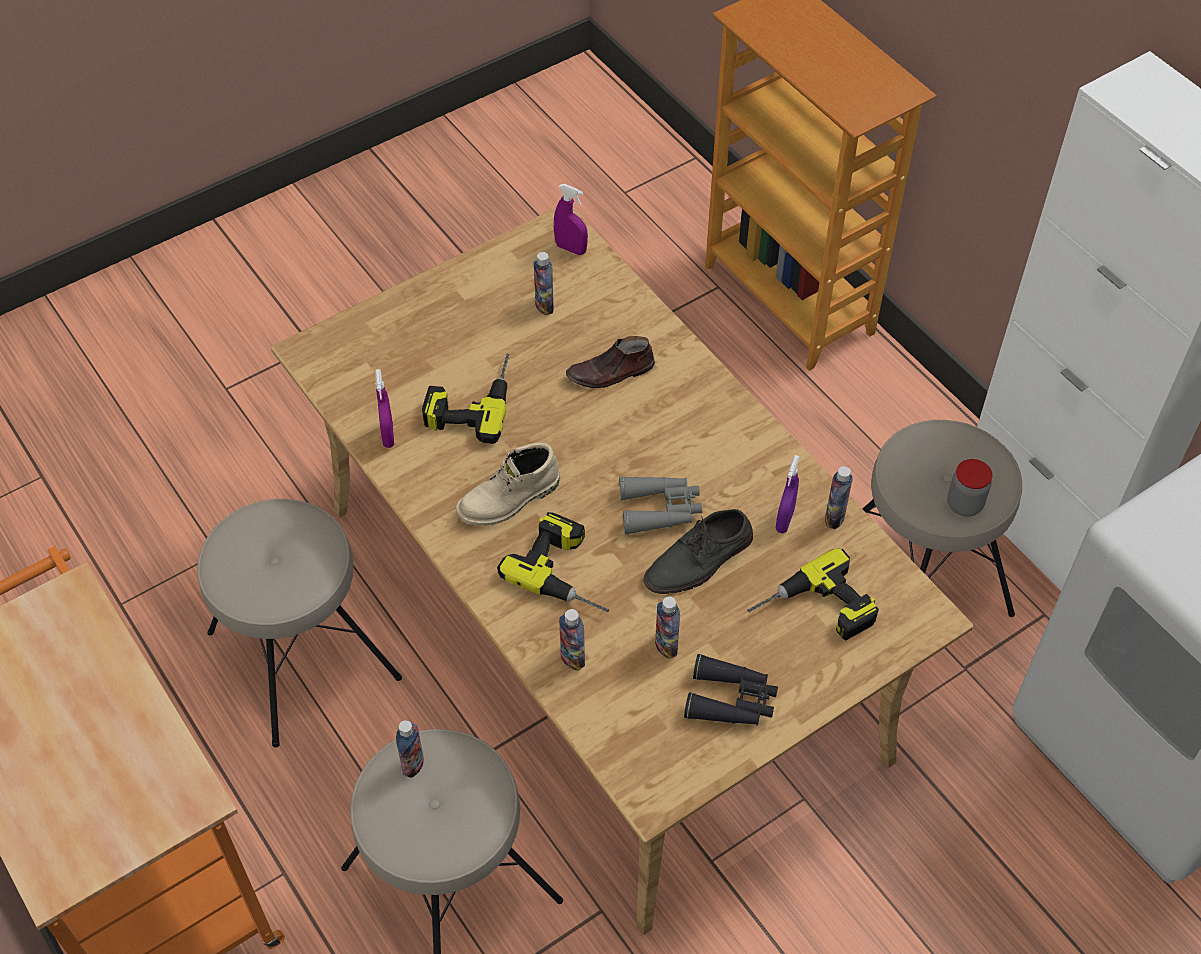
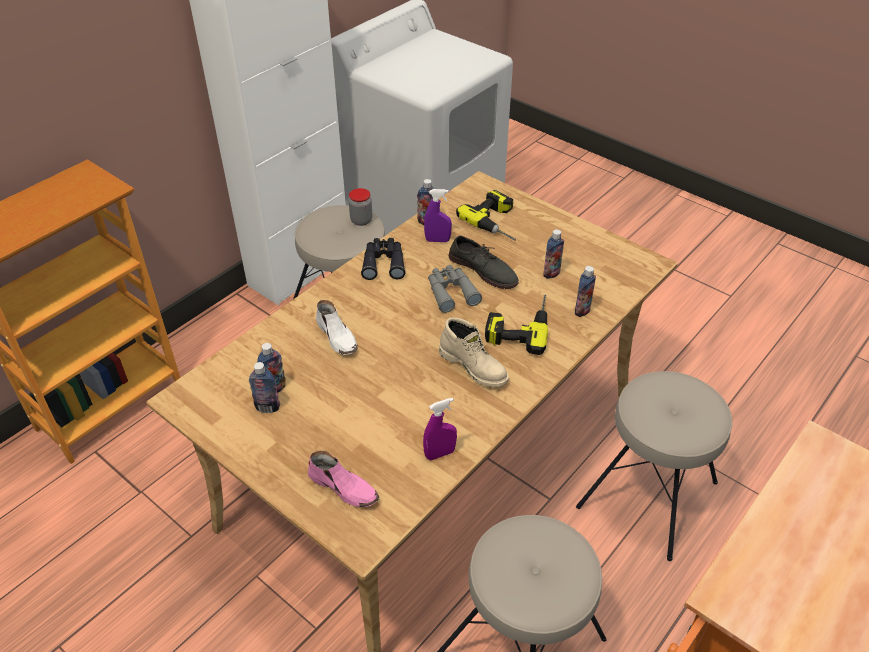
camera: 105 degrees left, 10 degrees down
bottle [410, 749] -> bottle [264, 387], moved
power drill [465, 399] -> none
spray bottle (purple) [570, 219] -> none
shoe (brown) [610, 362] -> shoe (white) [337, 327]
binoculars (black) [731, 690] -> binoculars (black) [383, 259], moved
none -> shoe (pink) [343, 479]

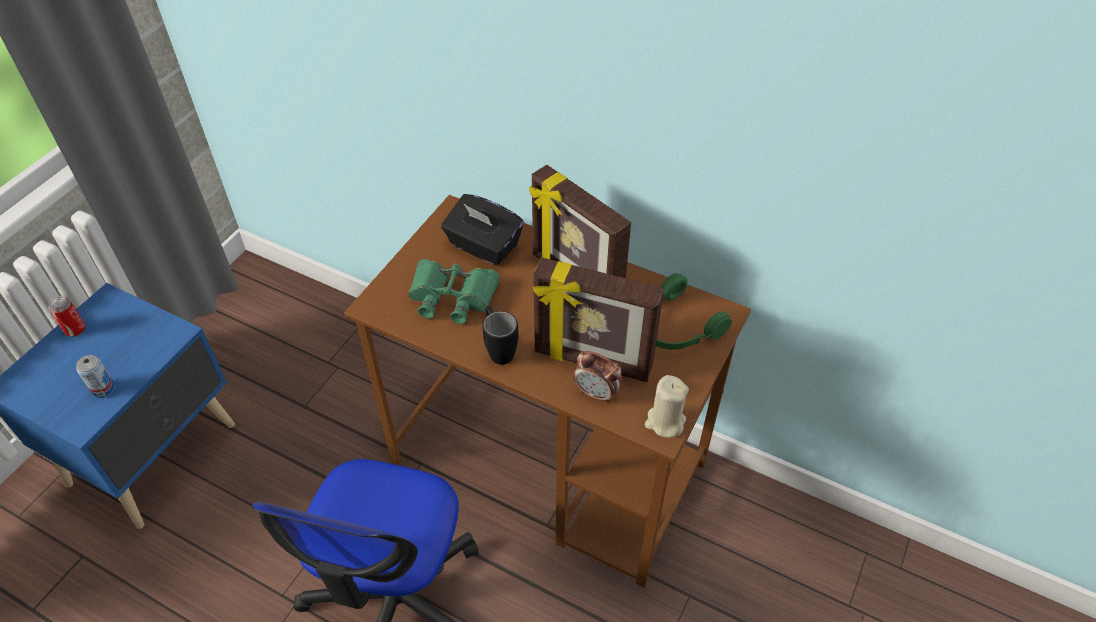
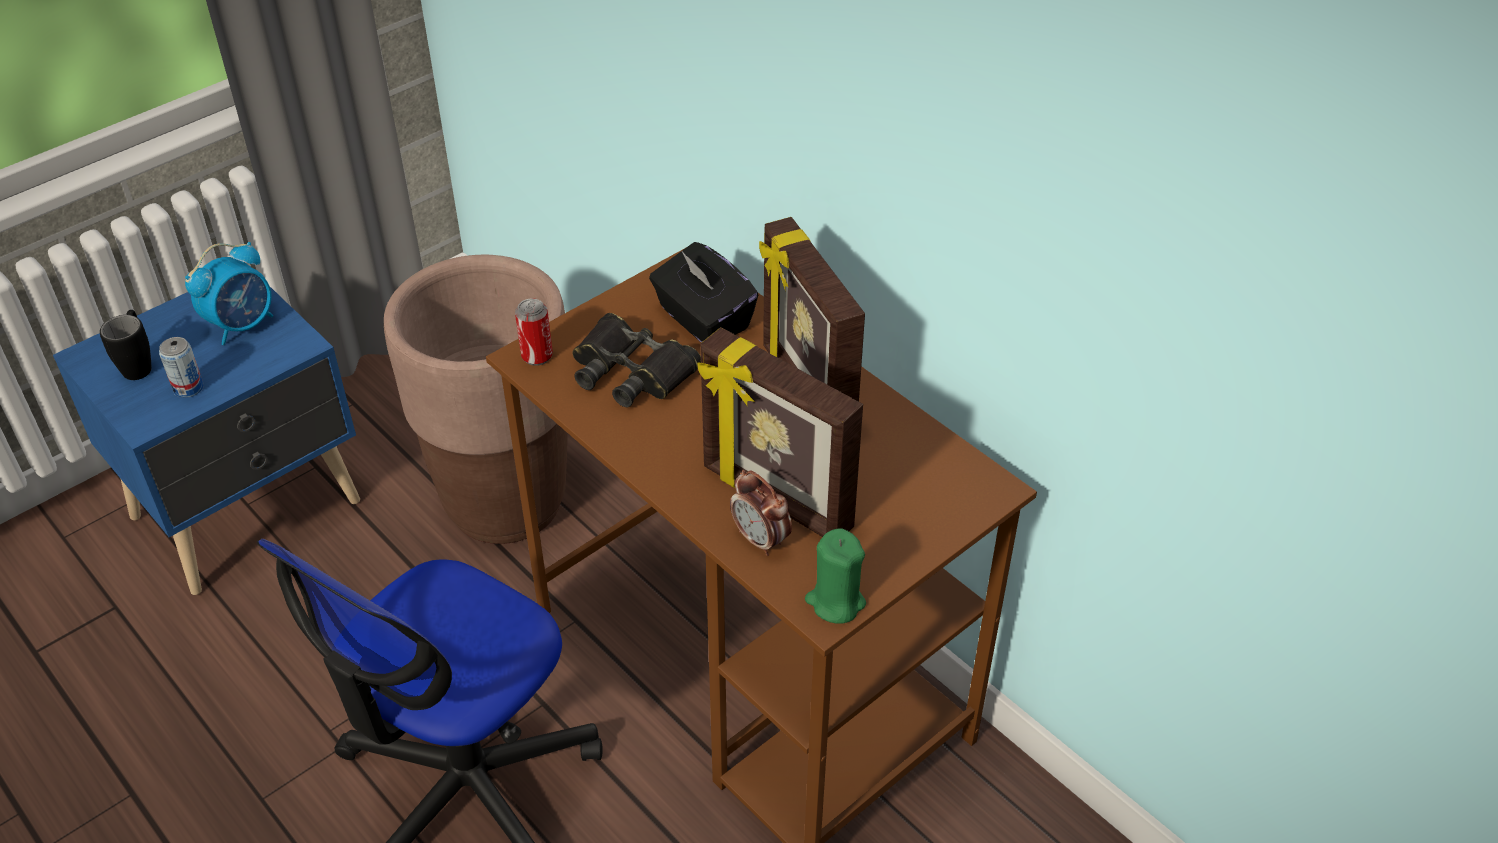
camera: 20 degrees right, 5 degrees down
can [67, 316] -> can [534, 332], moved
binoculars (green) [454, 291] -> binoculars (black) [636, 360]
mug (black) [501, 335] -> mug (black) [126, 345], moved
candle (beige) [667, 406] -> candle (green) [835, 576]
headphones (green) [694, 311] -> none
none -> alarm clock [229, 293]
none -> planter (brown) [476, 399]

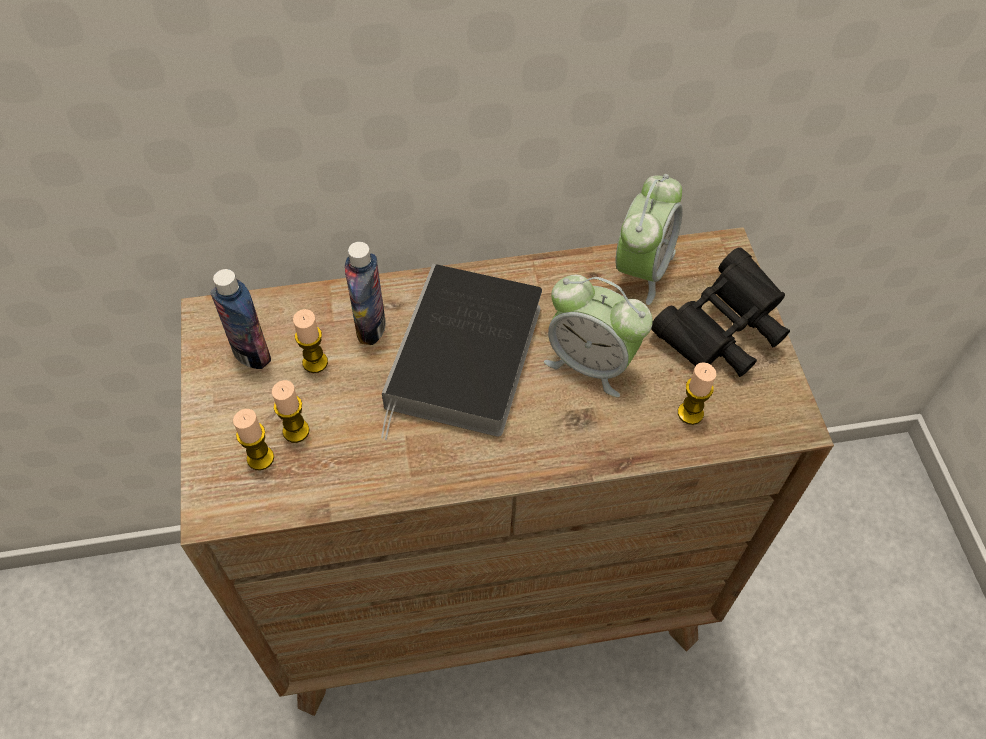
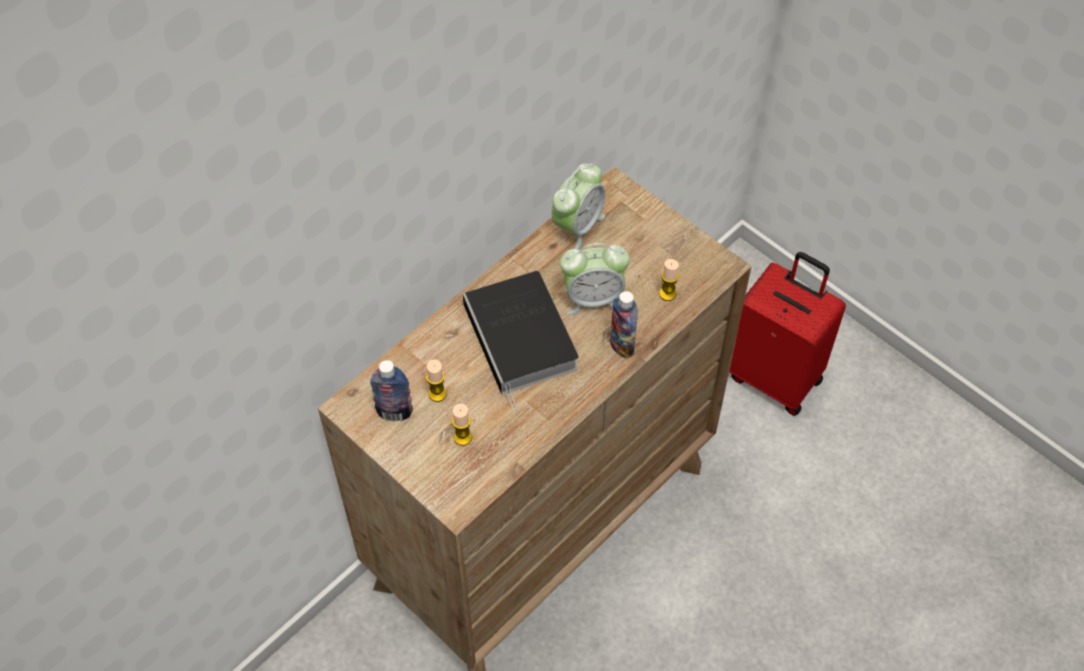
camera: 35 degrees left, 0 degrees up
candle [253, 439] -> none
bottle [365, 293] -> bottle [624, 324], moved
alarm clock [649, 239] -> alarm clock [578, 206], 45 degrees clockwise
binoculars (black) [720, 312] -> none
none -> suitcase (red) [787, 334]

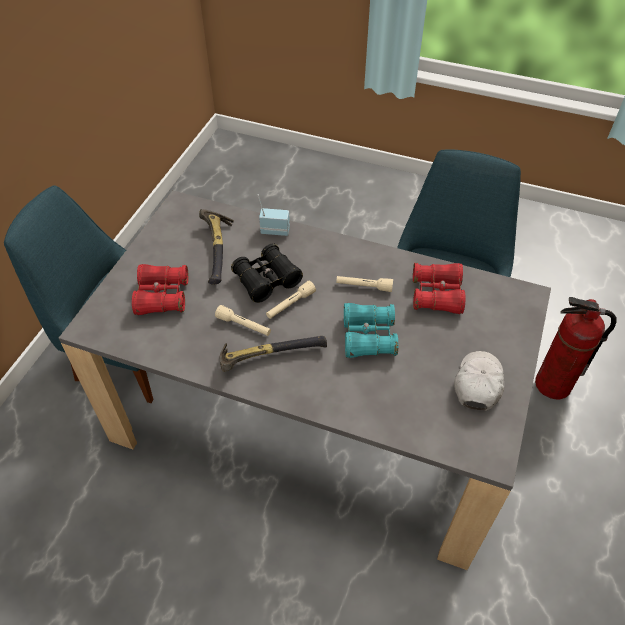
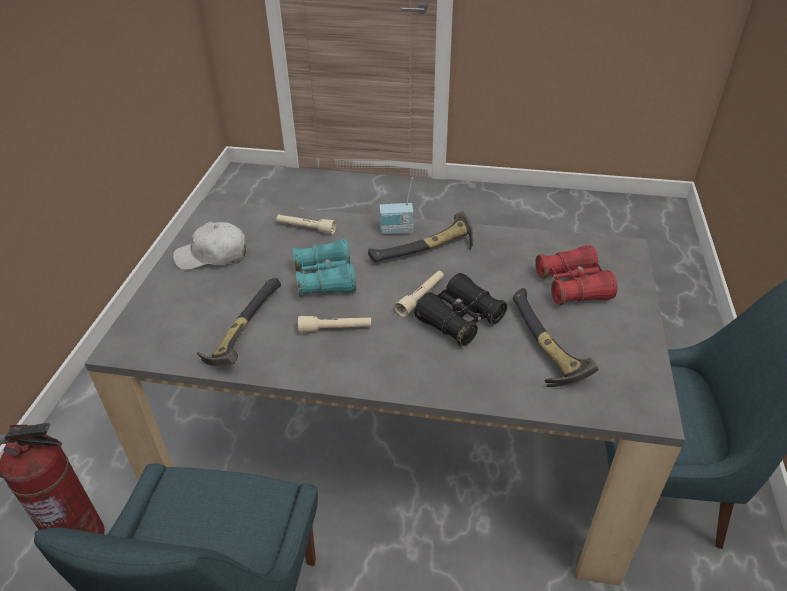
camera: 170 degrees right, 10 degrees down
flashlight (beige) [243, 320] -> flashlight (beige) [306, 225], moved
radio [274, 215] -> radio [396, 206], moved
binoculars (red) [439, 288] -> hammer [239, 322]
cap (white) [479, 381] -> cap (white) [209, 246], 75 degrees clockwise

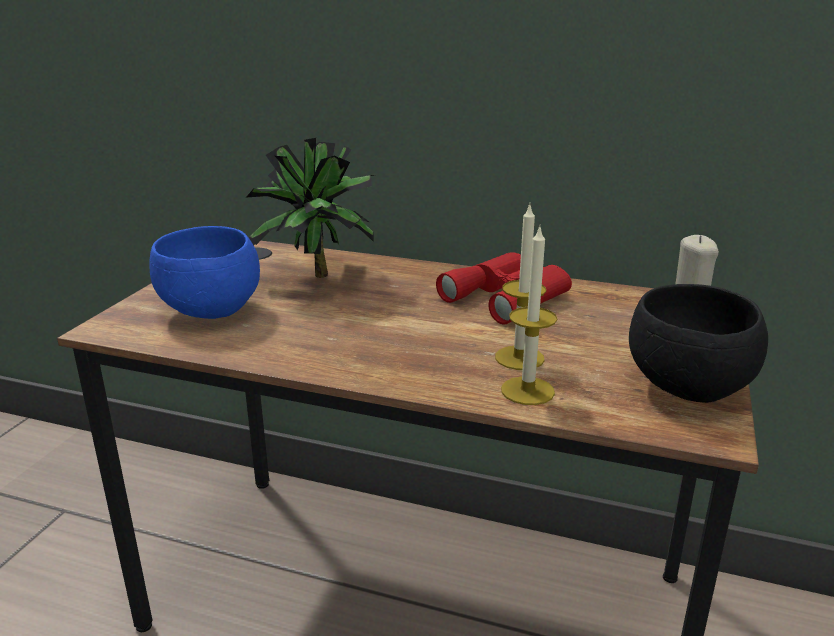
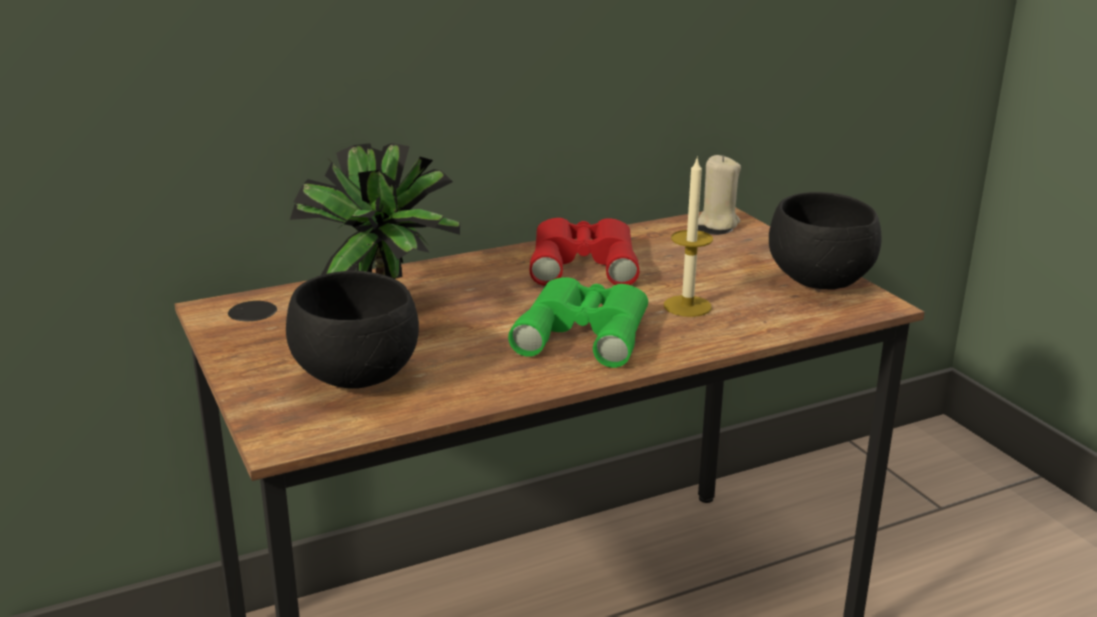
camera: 45 degrees left, 0 degrees up
bowl (blue) [204, 272] -> bowl (black) [352, 330]
candle [529, 315] -> none
none -> binoculars (green) [578, 322]

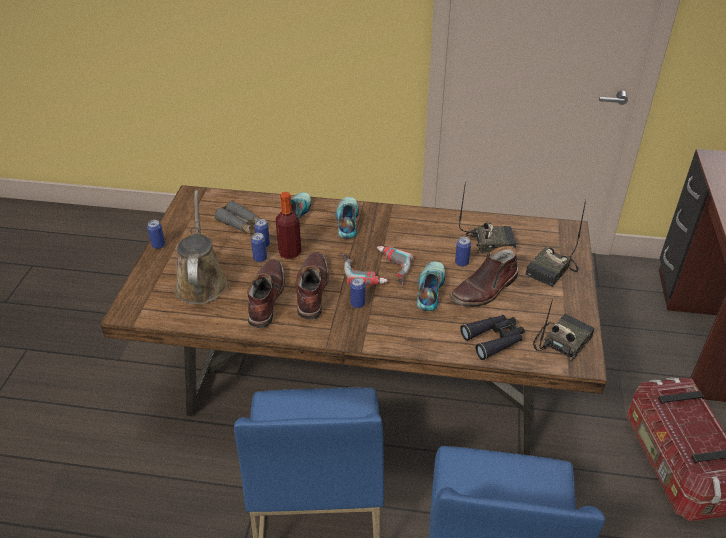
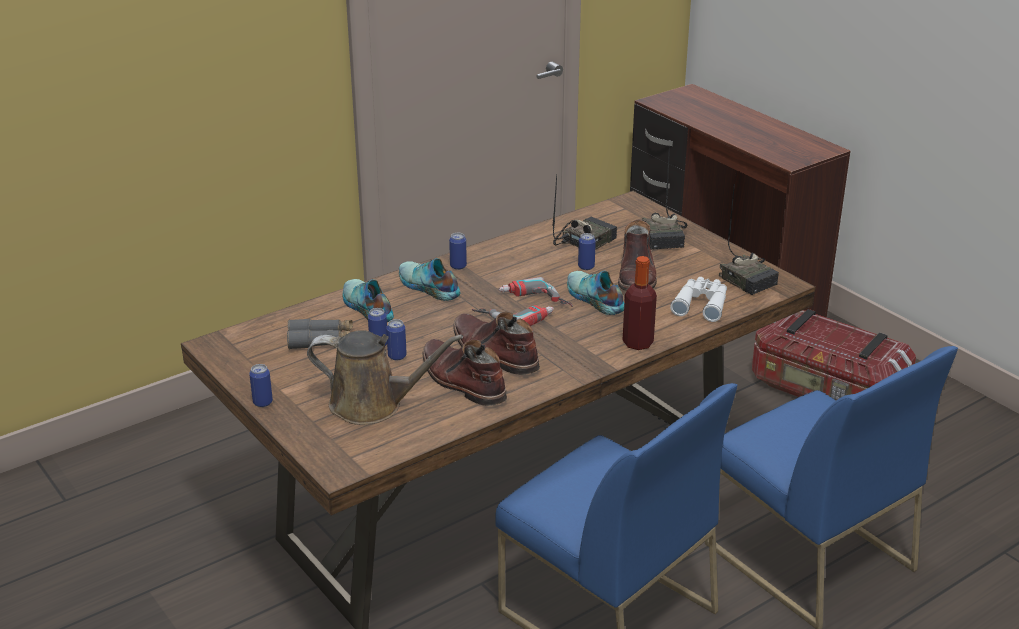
camera: 45 degrees left, 10 degrees down
watering can (brown) [201, 247] -> watering can (brown) [385, 377], 150 degrees clockwise
bottle [288, 225] -> bottle [639, 303], moved
can [357, 292] -> can [458, 251], moved
binoculars (black) [492, 337] -> binoculars (white) [698, 299]
radio [564, 330] -> radio [749, 239], 150 degrees clockwise

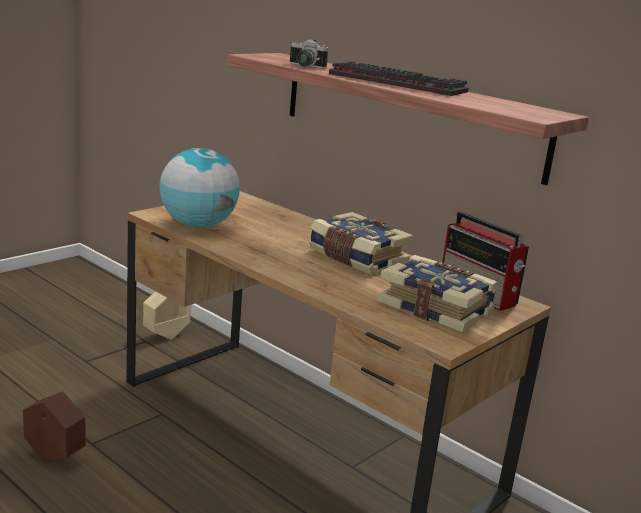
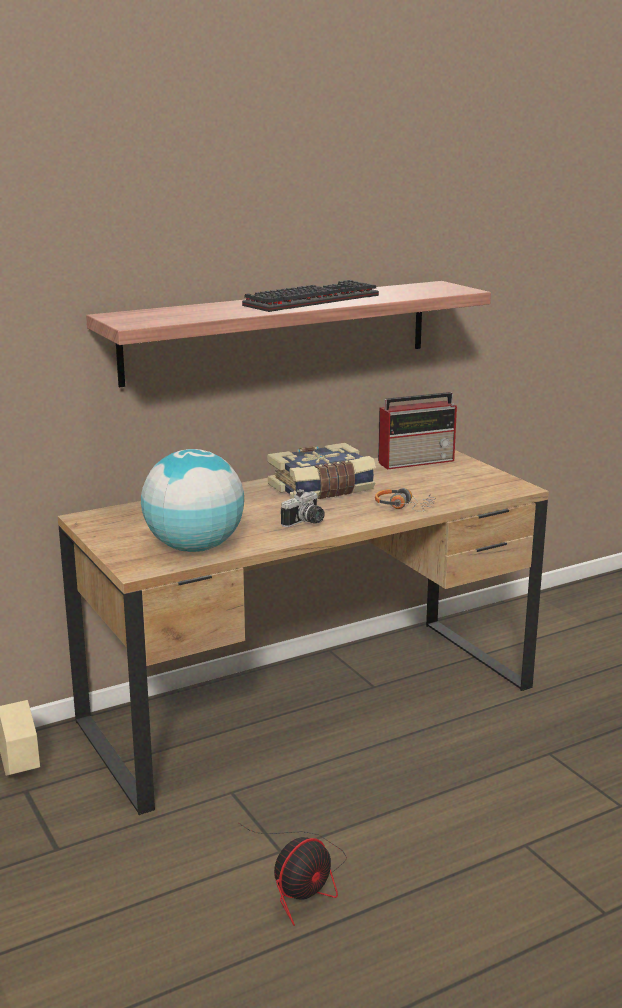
camera: 70 degrees left, 0 degrees up
planter (brown) [54, 428] -> fan [292, 874]
photo camera [309, 53] -> photo camera [303, 508], moved
book [437, 294] -> none
none -> headphones [405, 499]

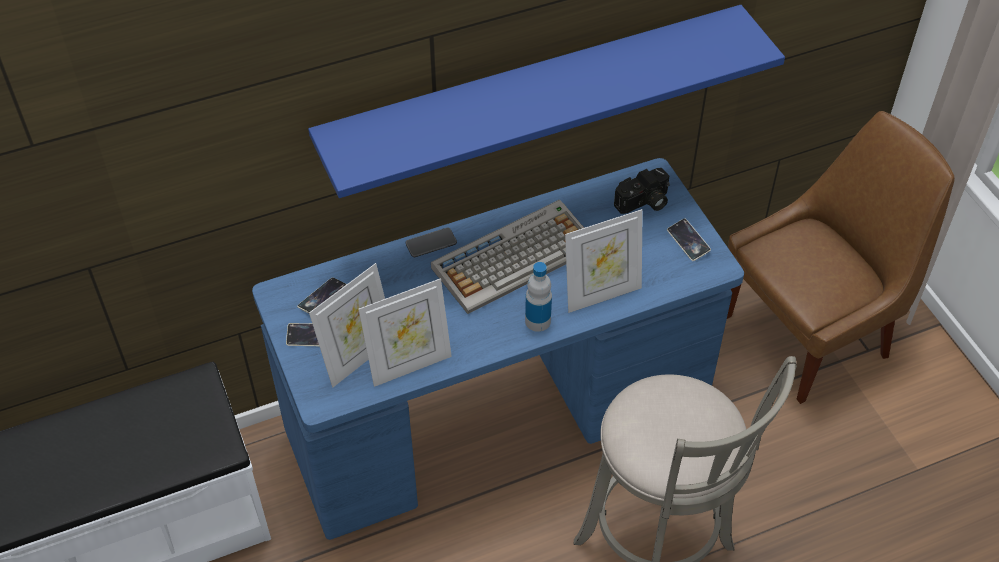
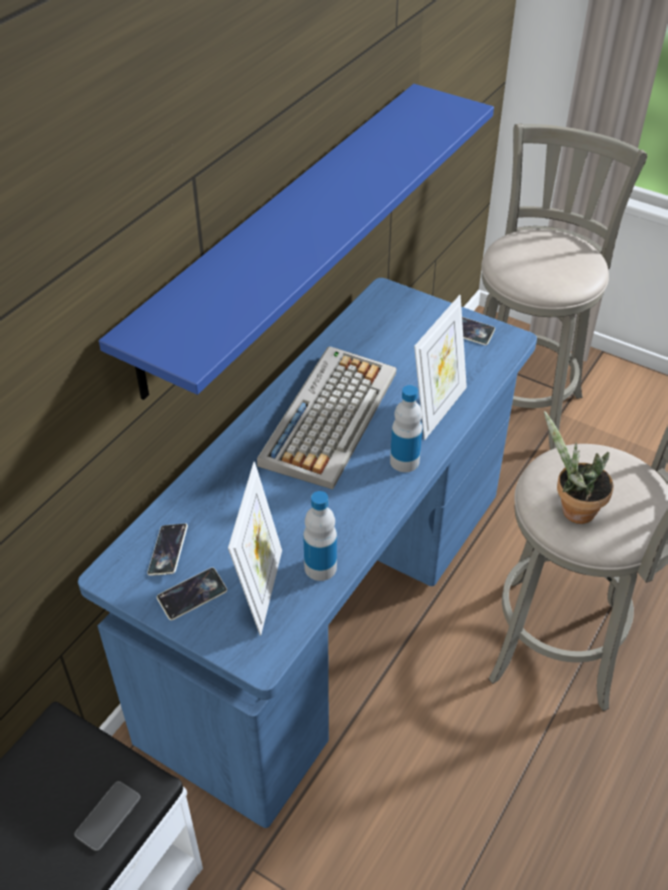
camera: 35 degrees left, 5 degrees down
picture frame [405, 332] -> bottle [320, 536]
phone [431, 242] -> phone [107, 816], moved
photo camera [642, 191] -> none
chair (brown) [841, 257] -> stool (grey) [564, 286]
none -> potted plant [579, 467]

